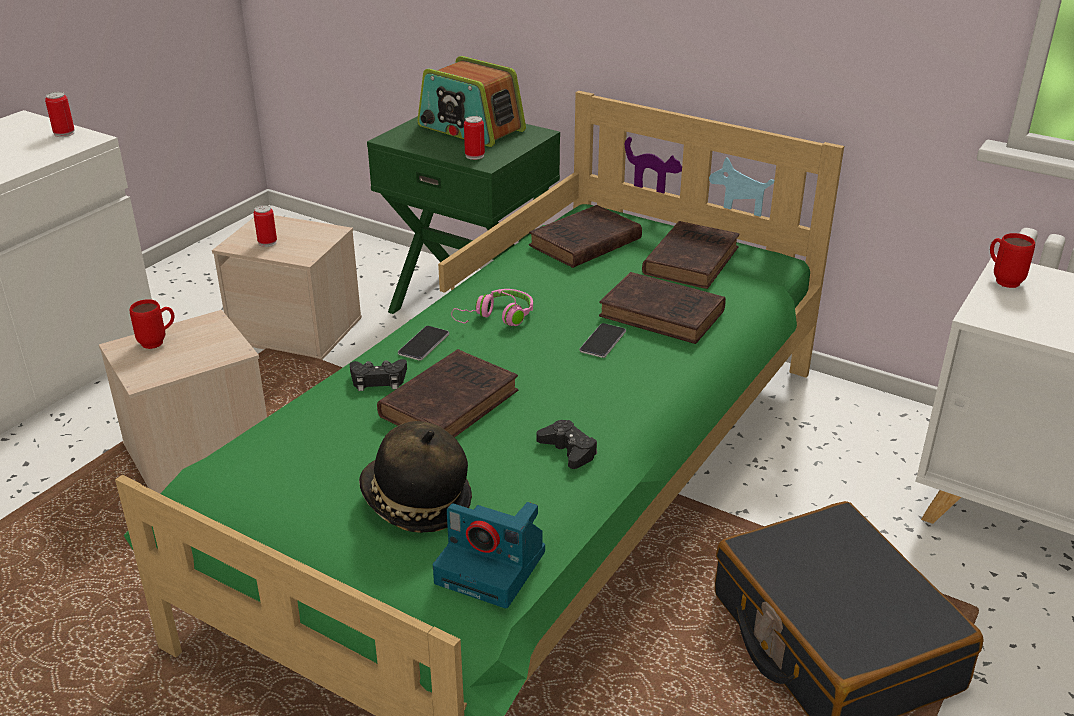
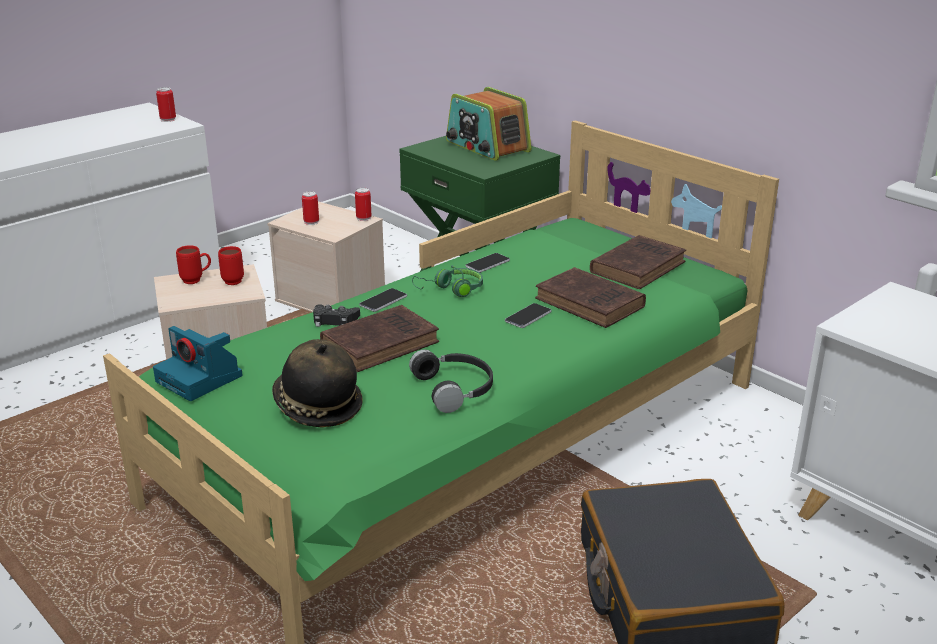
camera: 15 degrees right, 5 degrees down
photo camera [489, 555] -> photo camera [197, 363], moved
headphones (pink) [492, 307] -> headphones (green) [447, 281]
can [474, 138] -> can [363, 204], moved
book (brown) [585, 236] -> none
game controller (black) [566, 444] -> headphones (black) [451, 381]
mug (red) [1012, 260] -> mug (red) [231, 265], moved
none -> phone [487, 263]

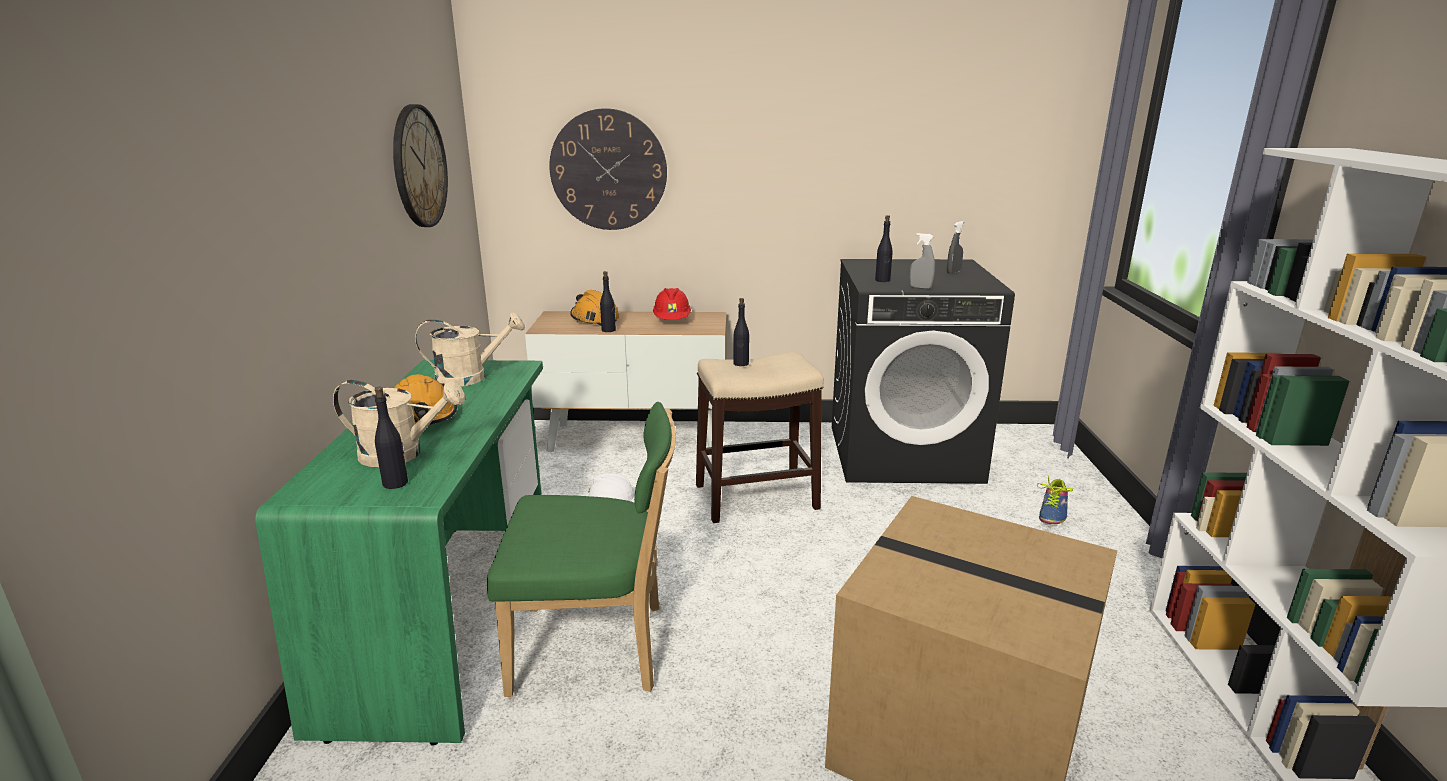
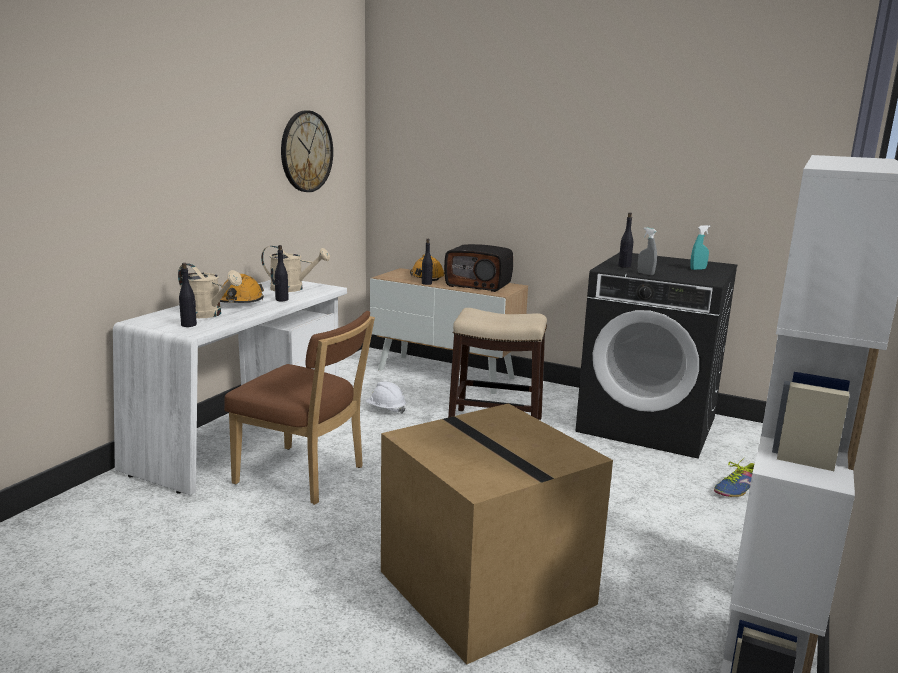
camera: 25 degrees right, 5 degrees down
desk (green) [399, 552] -> desk (white) [230, 387]
chair (green) [581, 549] -> chair (brown) [299, 408]
wall clock [608, 169] -> none
hard hat (red) [672, 304] -> radio [478, 268]
bottle (black) [741, 332] -> bottle (black) [281, 273], moved
spray bottle (grey) [956, 247] -> spray bottle (turquoise) [700, 247]

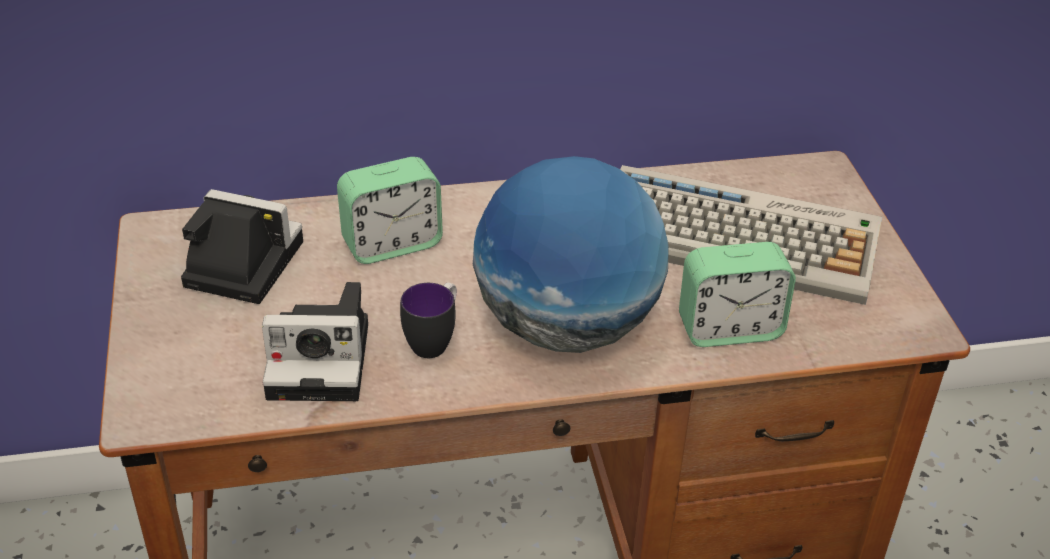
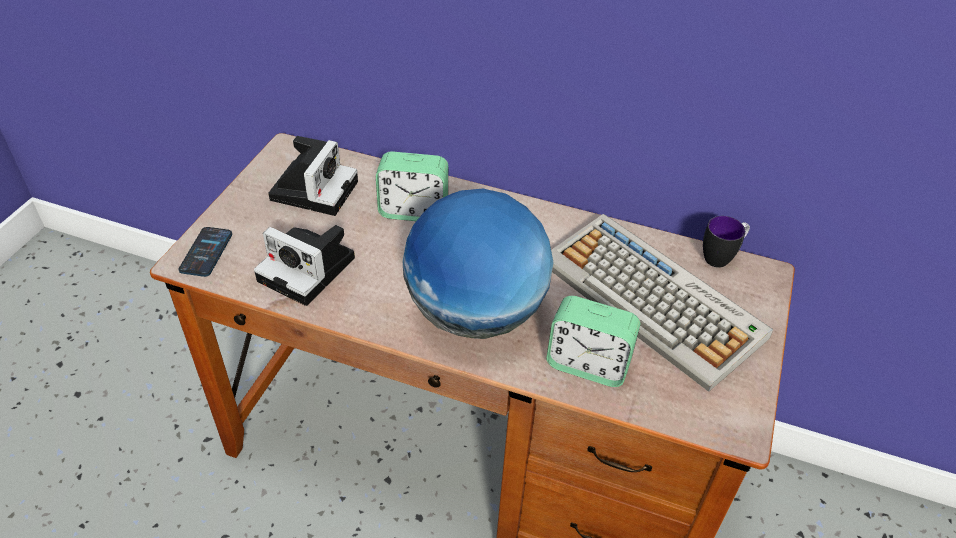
camera: 30 degrees right, 5 degrees up
photo camera [242, 246] -> photo camera [313, 176], 60 degrees clockwise
mug [428, 320] -> mug [726, 242], moved
none -> phone [205, 252]

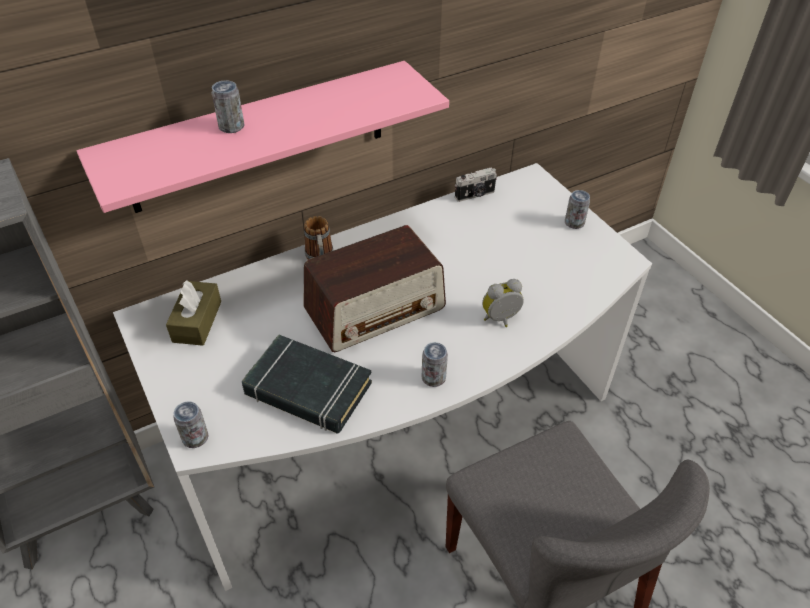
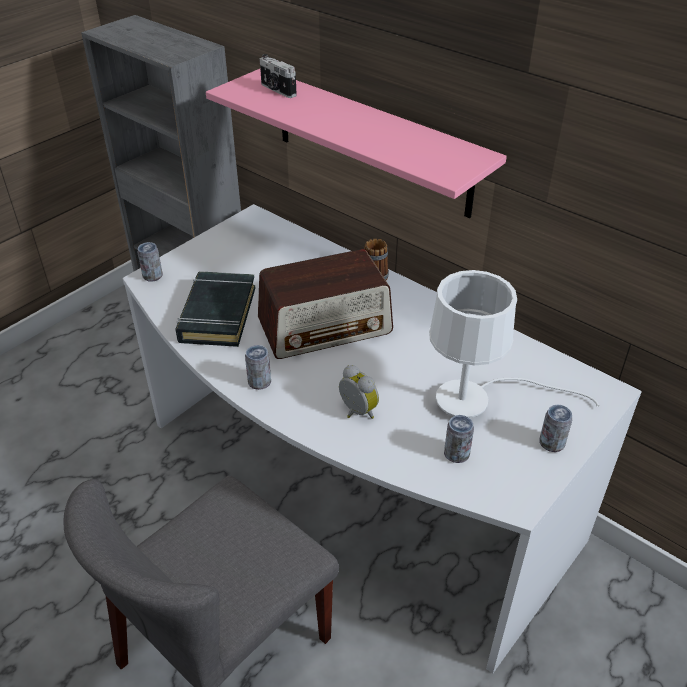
camera: 70 degrees right, 5 degrees down
tissue box (brown) [193, 313] -> none
can [228, 106] -> can [459, 439], moved
radio [375, 288] -> radio [325, 304], 60 degrees counterclockwise
photo camera [476, 184] -> photo camera [278, 76], moved
none -> table lamp (white) [514, 344]

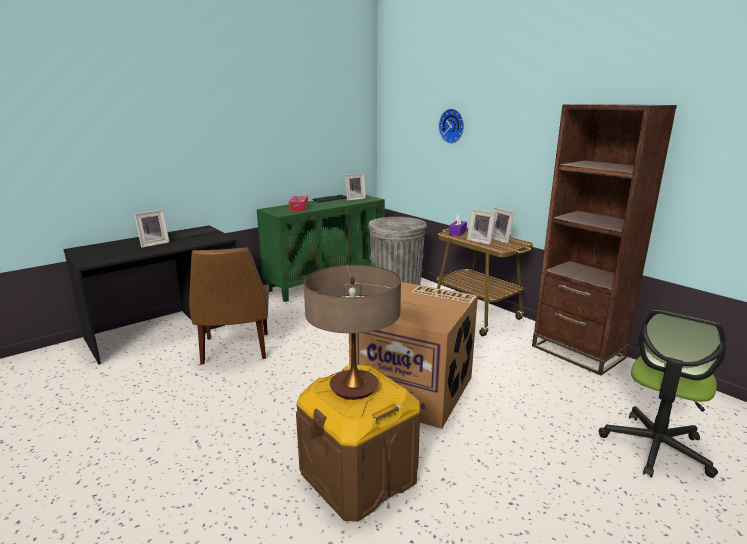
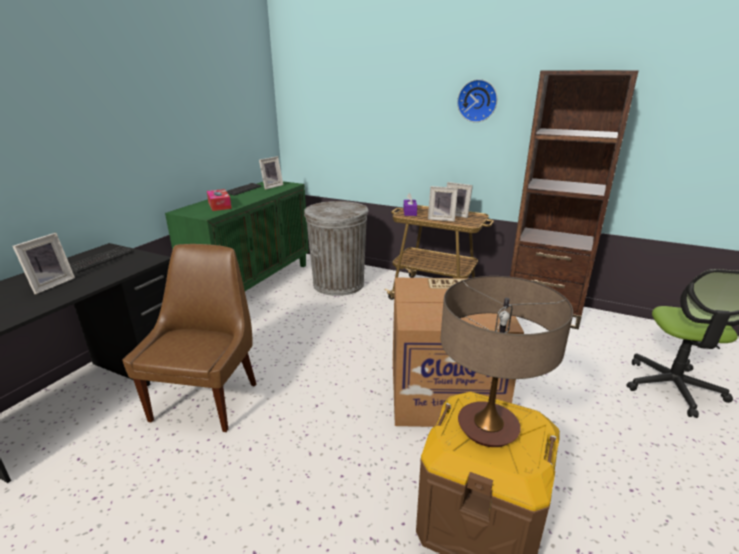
camera: 25 degrees left, 5 degrees up
chair (brown) [229, 306] -> chair (brown) [189, 338], 135 degrees counterclockwise
wall clock [451, 126] -> wall clock [477, 100], moved

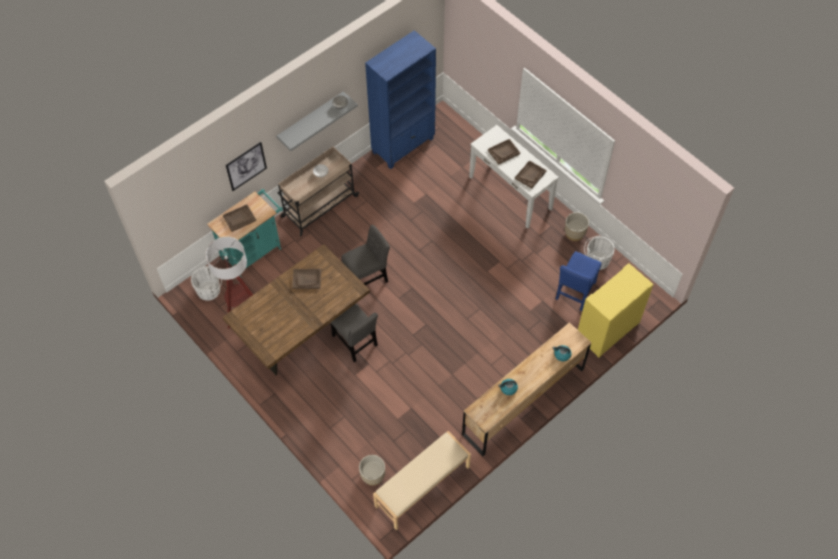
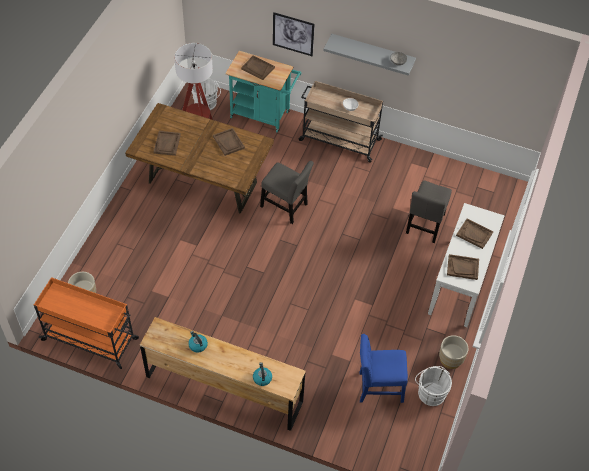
camera: 60 degrees right, 5 degrees down
chair (grey) [354, 333] -> chair (grey) [429, 211], moved
bookcase (blue) [400, 99] -> none
bench (beige) [422, 480] -> cart (orange) [86, 323]
cabinet (yellow) [616, 310] -> none
none -> tray (brown) [167, 143]

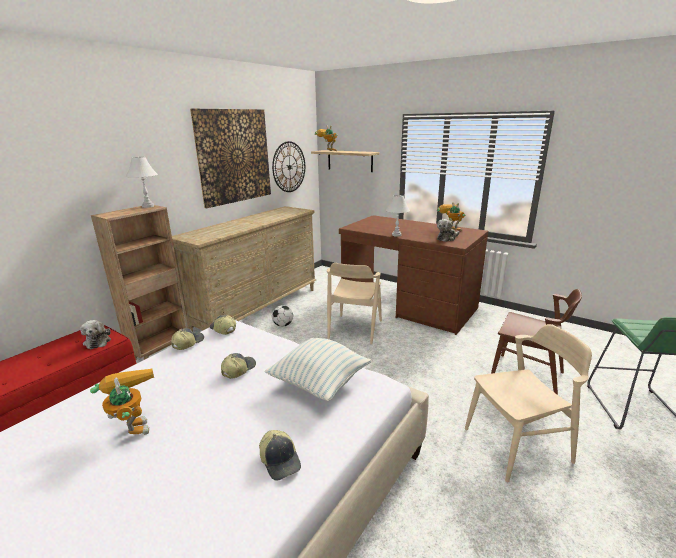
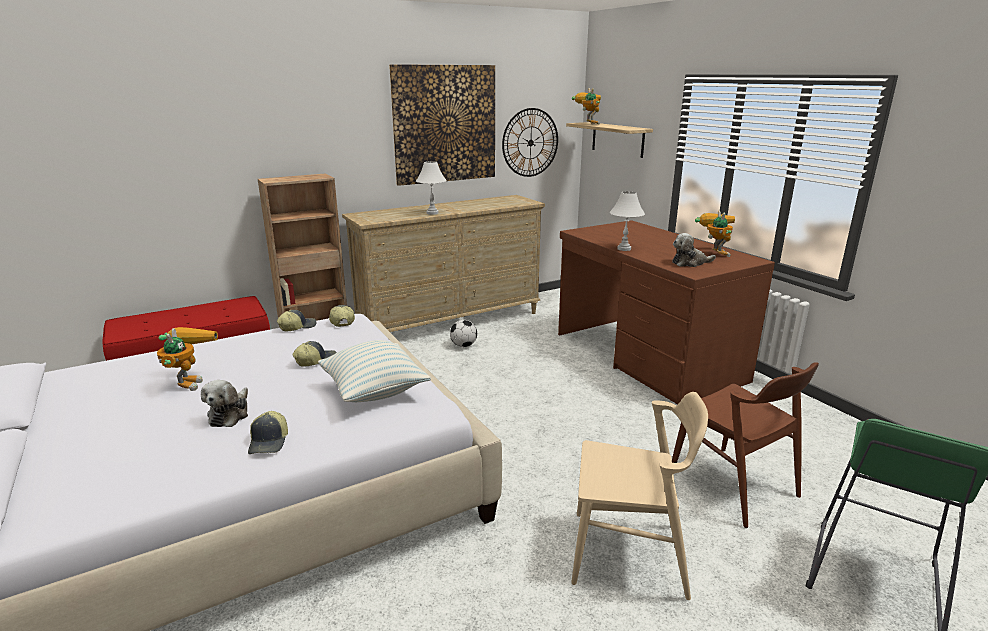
camera: 25 degrees right, 0 degrees up
plush toy [95, 334] -> plush toy [224, 403], moved
table lamp (white) [142, 182] -> table lamp (white) [431, 188], moved
chair (beige) [354, 304] -> none

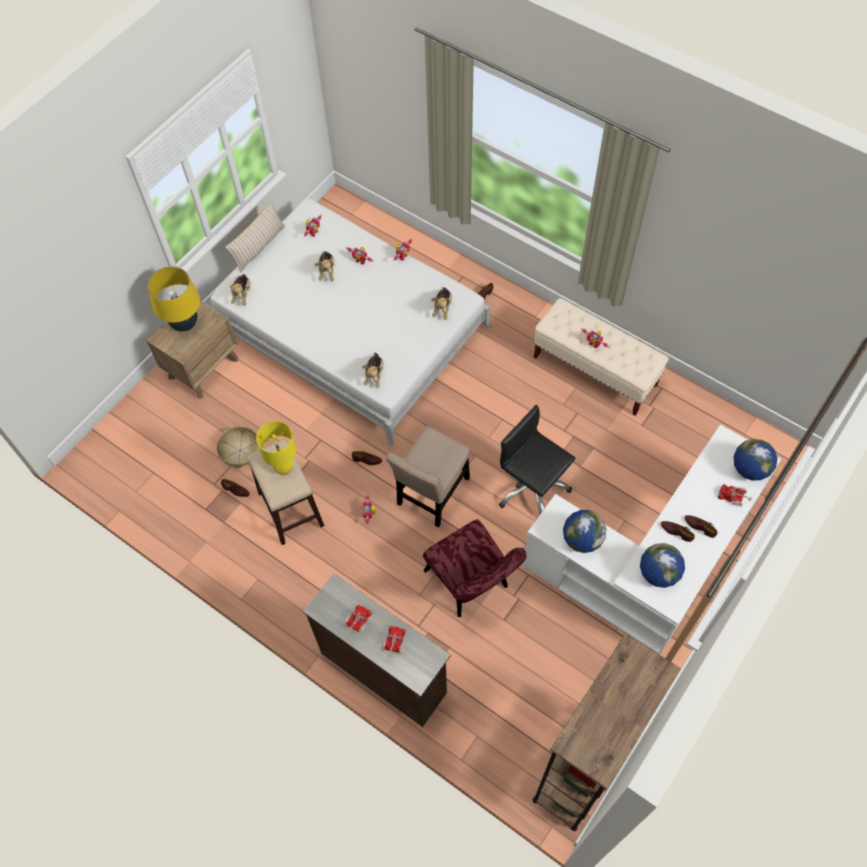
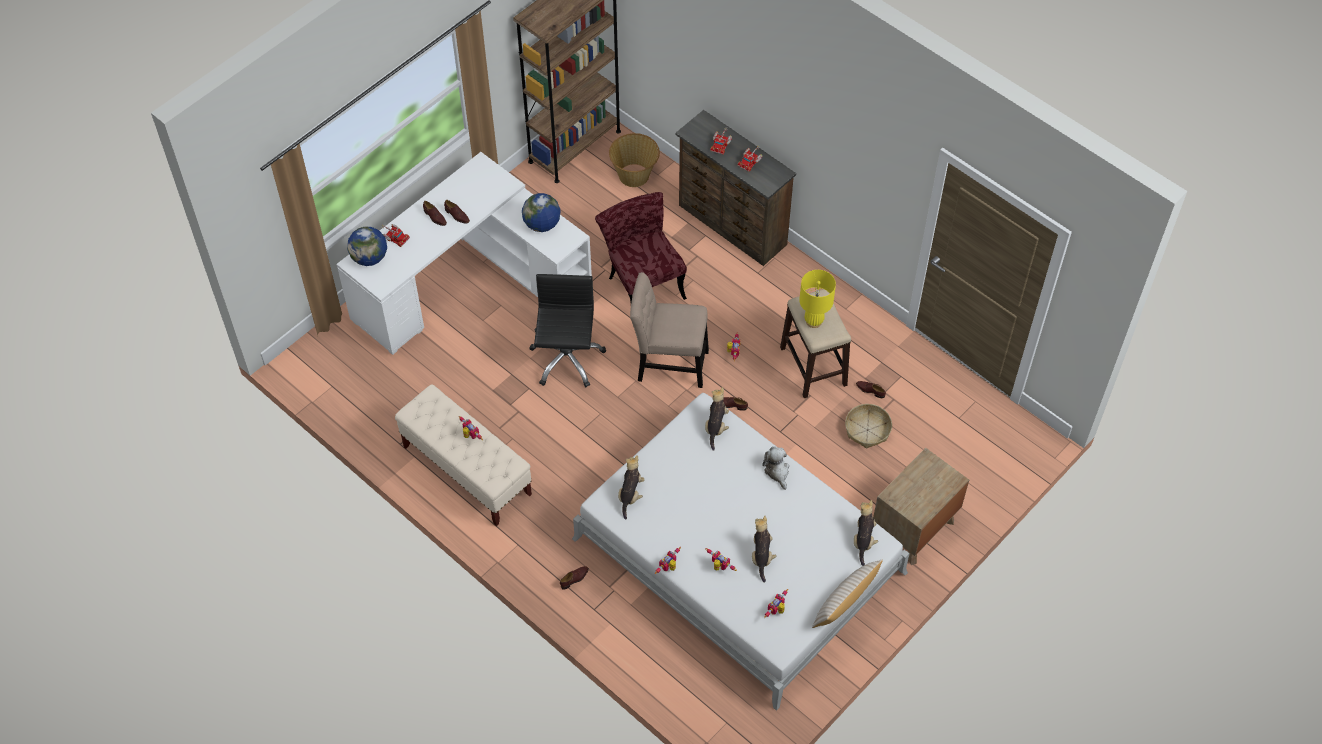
camera: 175 degrees left, 5 degrees down
table lamp (yellow) [173, 298] -> none
chair (beige) [428, 476] -> chair (beige) [669, 330], 120 degrees counterclockwise
office chair (black) [537, 459] -> office chair (black) [567, 330], 135 degrees counterclockwise
globe [662, 565] -> none
none -> basket [634, 160]
none -> plush toy [775, 468]

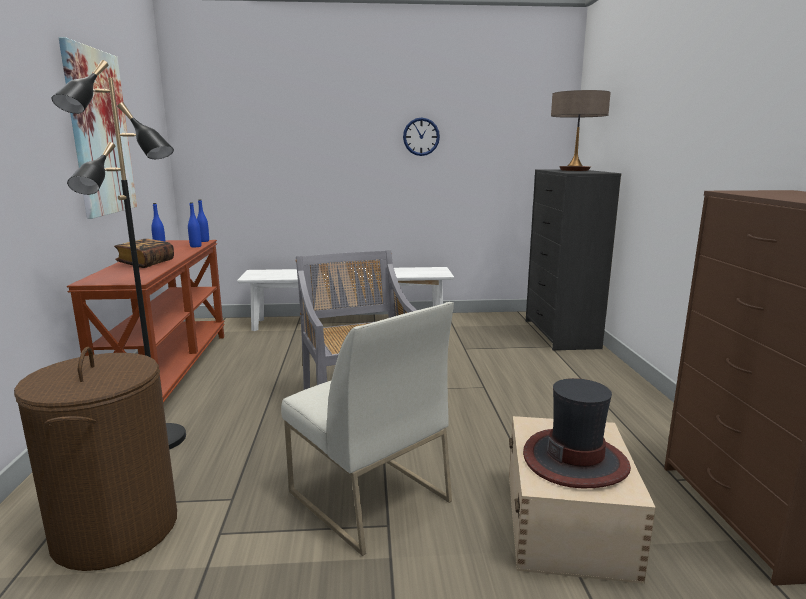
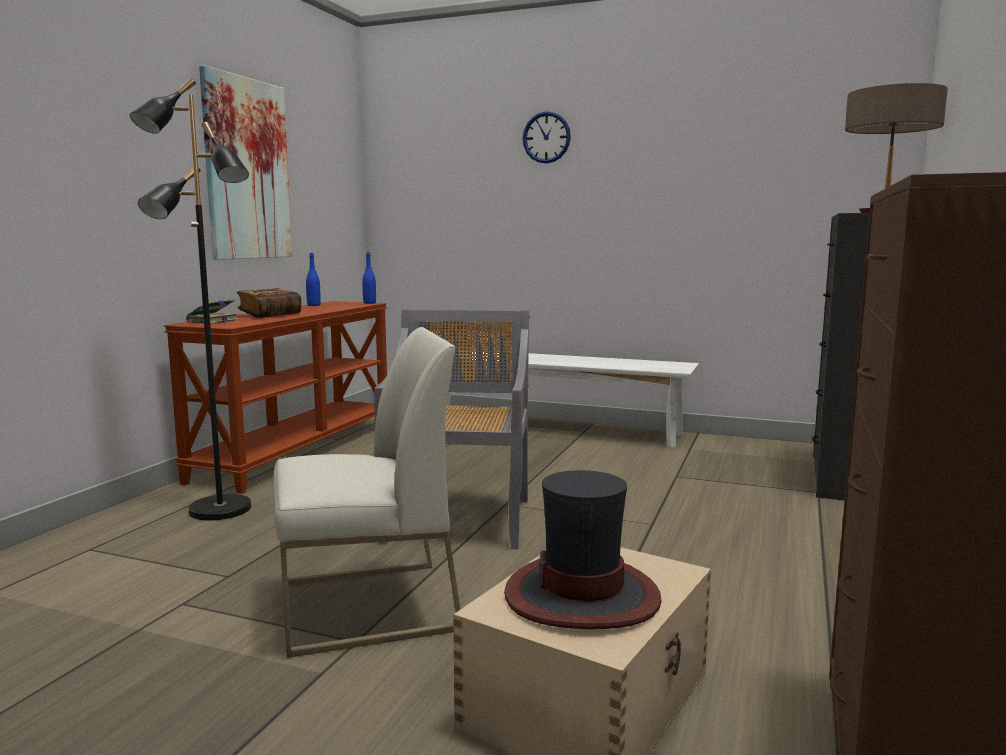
camera: 25 degrees right, 5 degrees down
laundry basket (brown) [95, 459] -> none
bottle (blue) [194, 224] -> none
chair (white) [367, 429] -> chair (white) [367, 492], 90 degrees counterclockwise
wall clock [421, 136] -> wall clock [547, 137], moved
none -> book [212, 311]

